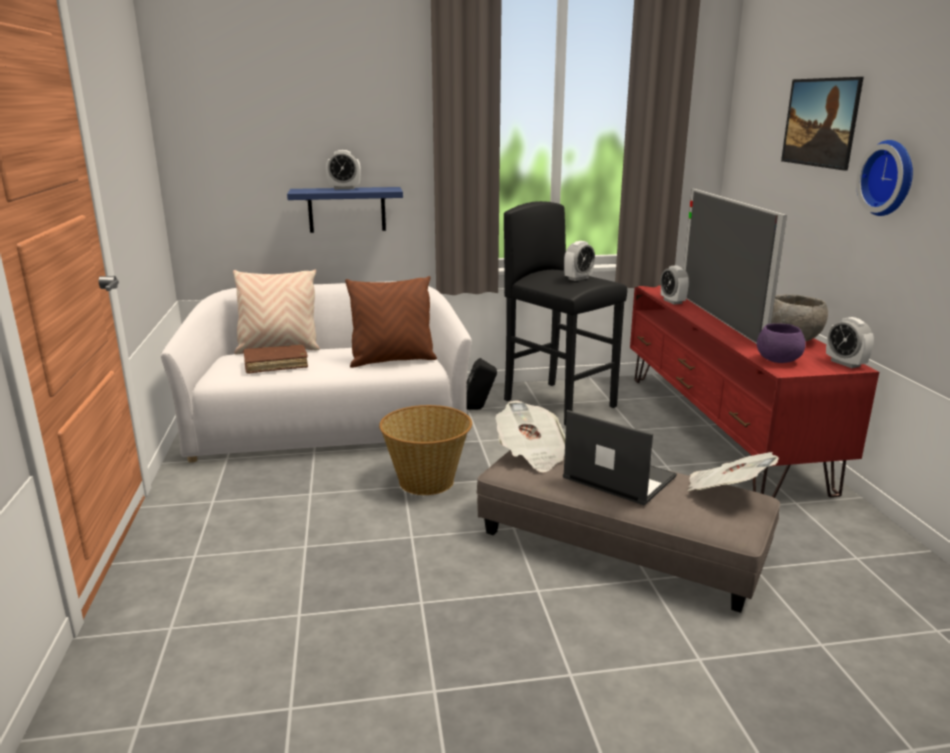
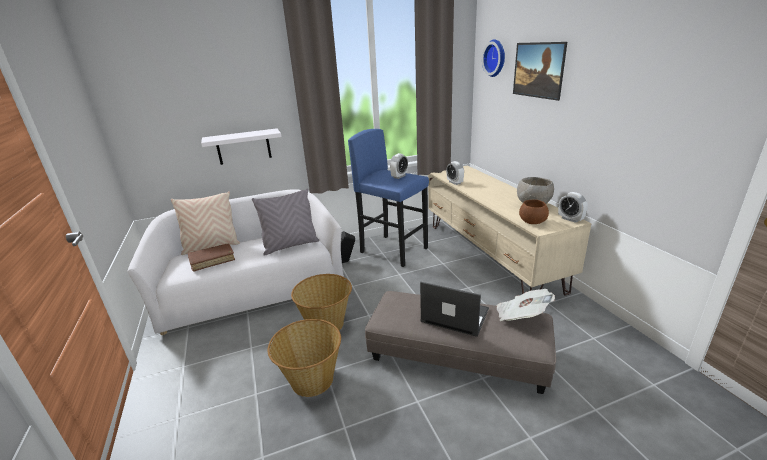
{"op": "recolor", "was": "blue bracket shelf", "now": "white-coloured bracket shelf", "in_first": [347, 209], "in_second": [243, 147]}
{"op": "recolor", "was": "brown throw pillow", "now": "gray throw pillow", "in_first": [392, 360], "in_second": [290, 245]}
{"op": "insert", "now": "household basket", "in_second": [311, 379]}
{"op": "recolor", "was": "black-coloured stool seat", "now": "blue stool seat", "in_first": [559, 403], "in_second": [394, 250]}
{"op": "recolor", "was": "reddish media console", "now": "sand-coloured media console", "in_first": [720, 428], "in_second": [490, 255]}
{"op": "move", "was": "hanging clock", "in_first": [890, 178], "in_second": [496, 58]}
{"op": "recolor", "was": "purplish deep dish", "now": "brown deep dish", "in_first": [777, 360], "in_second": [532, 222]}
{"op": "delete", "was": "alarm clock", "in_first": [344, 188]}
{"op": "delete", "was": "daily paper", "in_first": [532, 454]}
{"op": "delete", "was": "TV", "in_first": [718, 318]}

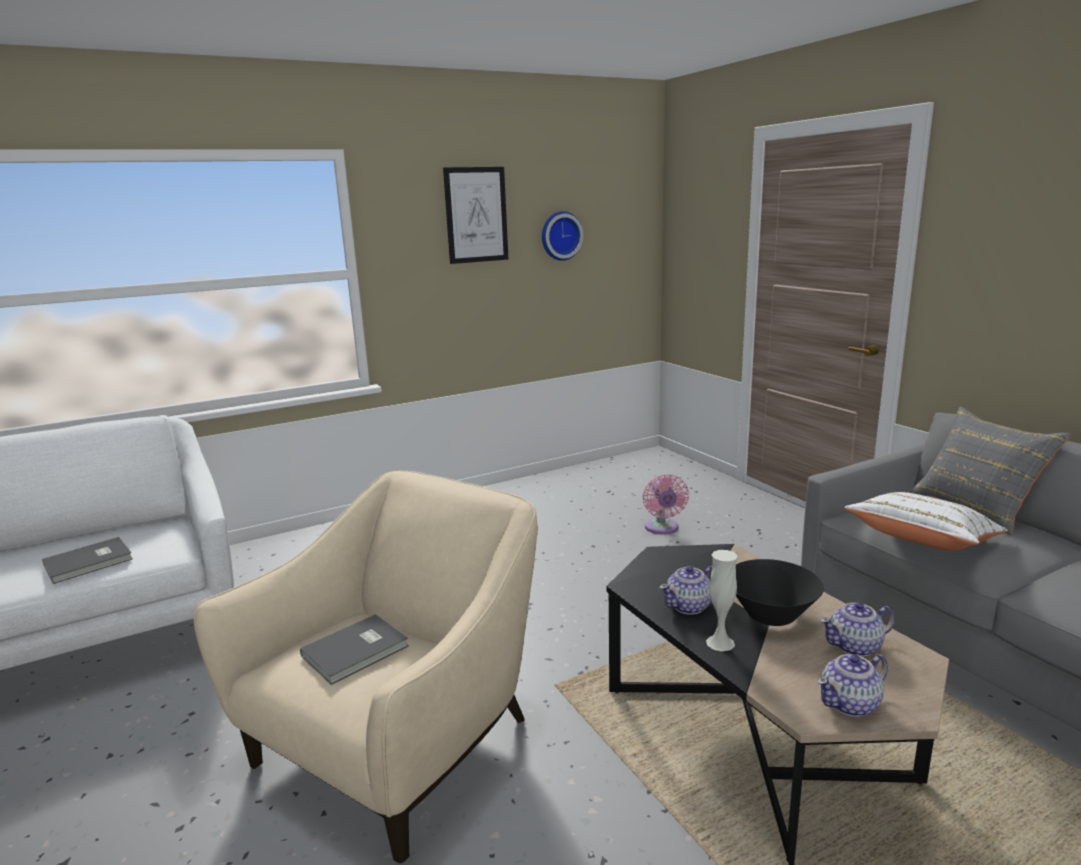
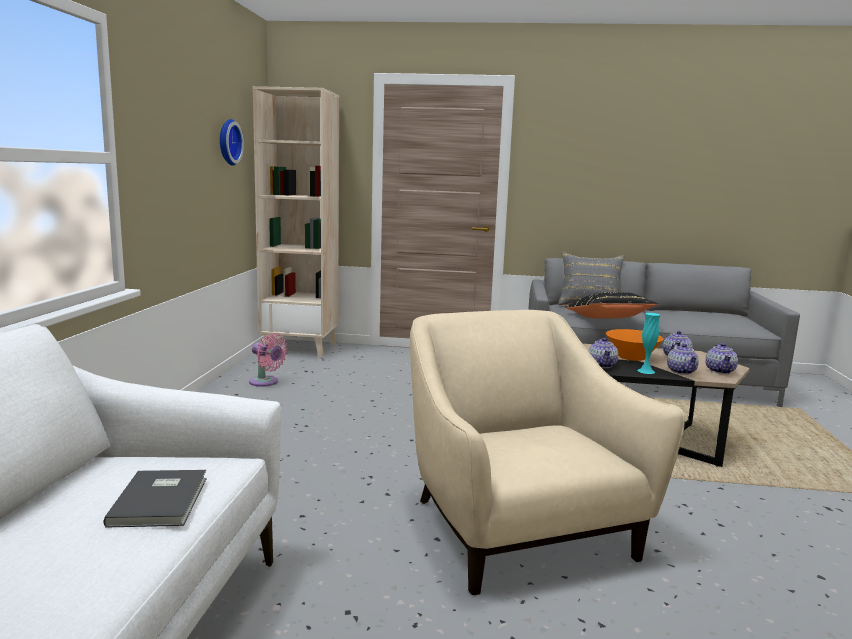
{"op": "move", "was": "pinkish electric fan", "in_first": [662, 528], "in_second": [266, 382]}
{"op": "insert", "now": "sand-coloured shelving unit", "in_second": [300, 348]}
{"op": "recolor", "was": "white-coloured throw pillow", "now": "black-coloured throw pillow", "in_first": [922, 543], "in_second": [608, 320]}
{"op": "recolor", "was": "black-coloured deep dish", "now": "orange deep dish", "in_first": [771, 615], "in_second": [632, 358]}
{"op": "recolor", "was": "white-coloured decorative vase", "now": "blue-green decorative vase", "in_first": [720, 643], "in_second": [646, 371]}
{"op": "insert", "now": "teapot", "in_second": [682, 371]}
{"op": "delete", "was": "gray bound book", "in_first": [357, 651]}
{"op": "delete", "was": "wall picture", "in_first": [476, 215]}

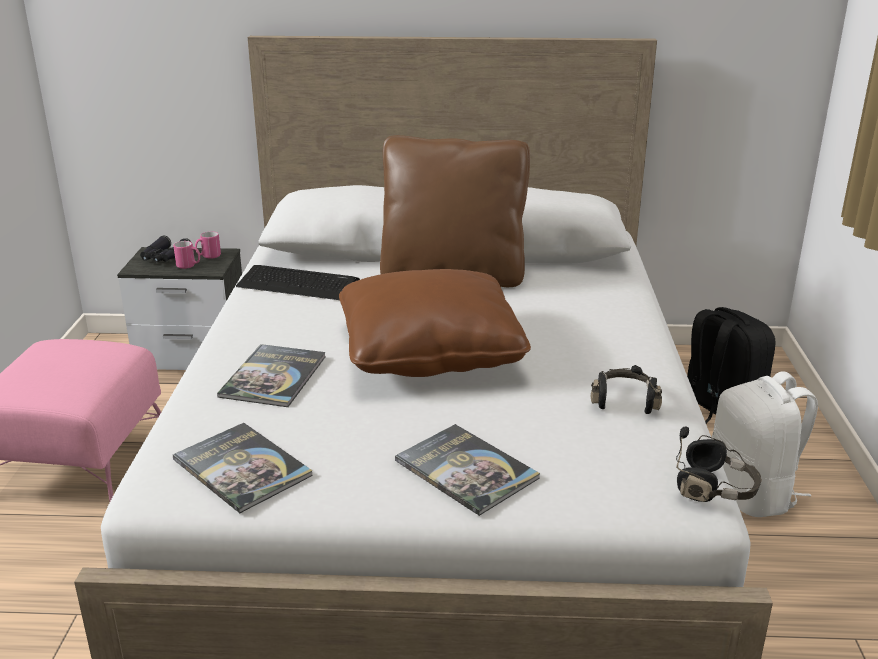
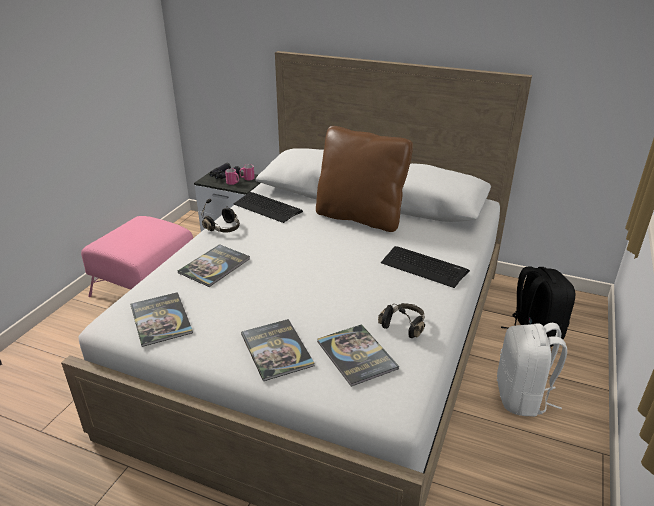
{"op": "move", "was": "black-coloured headset", "in_first": [715, 489], "in_second": [224, 228]}
{"op": "insert", "now": "bound book", "in_second": [356, 355]}
{"op": "insert", "now": "computer keyboard", "in_second": [424, 267]}
{"op": "delete", "was": "brown throw pillow", "in_first": [429, 352]}

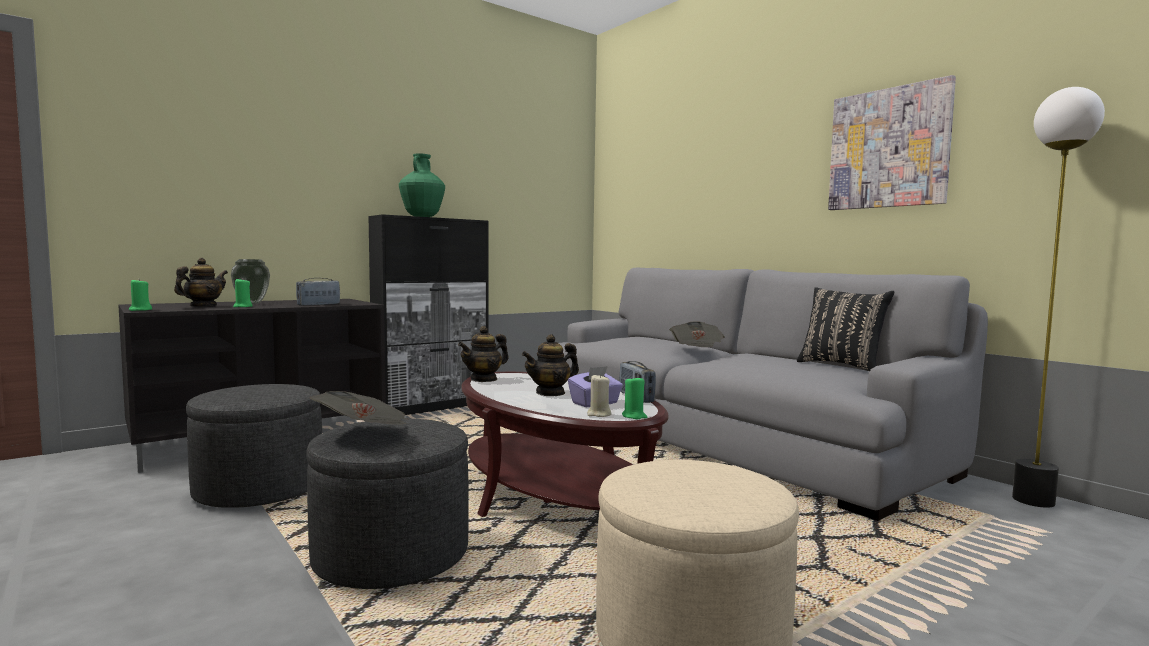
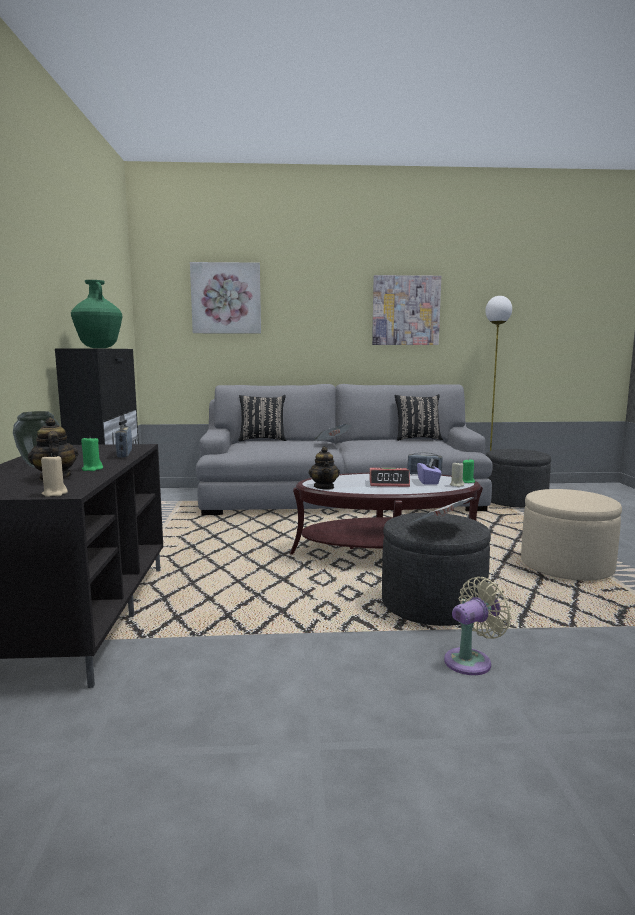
{"op": "recolor", "was": "green-coloured wax light", "now": "sand-coloured wax light", "in_first": [140, 310], "in_second": [55, 493]}
{"op": "insert", "now": "wall picture", "in_second": [226, 298]}
{"op": "insert", "now": "black-coloured throw pillow", "in_second": [262, 439]}
{"op": "replace", "was": "teapot", "now": "alarm clock", "in_first": [550, 393], "in_second": [389, 483]}
{"op": "insert", "now": "sand-coloured electric fan", "in_second": [471, 660]}
{"op": "move", "was": "gray ottoman", "in_first": [259, 488], "in_second": [515, 501]}

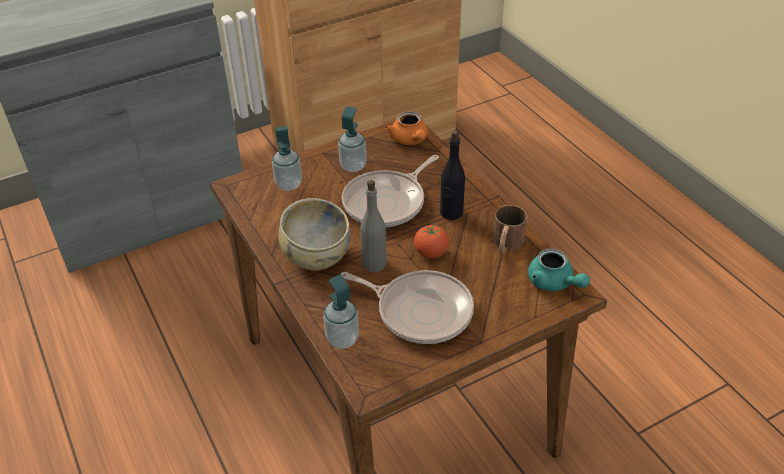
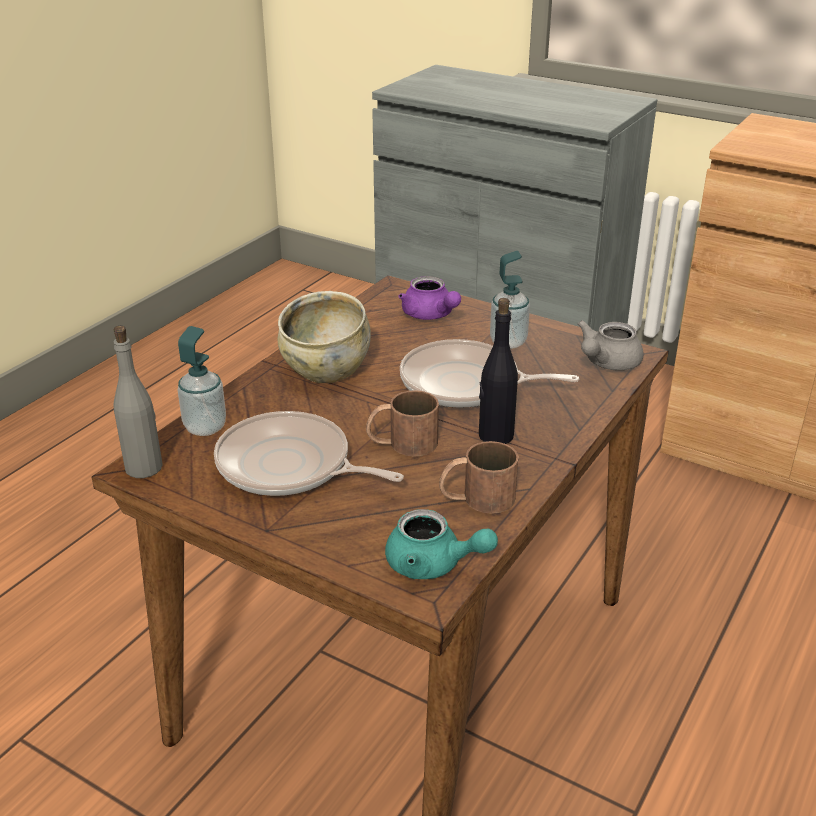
{"op": "move", "was": "gray bottle", "in_first": [374, 263], "in_second": [144, 467]}
{"op": "rotate", "was": "pan", "in_first": [420, 311], "in_second": [289, 466], "clockwise": 120}
{"op": "replace", "was": "tomato", "now": "brown tea mug", "in_first": [431, 253], "in_second": [402, 443]}
{"op": "rotate", "was": "blue-green teapot", "in_first": [554, 283], "in_second": [433, 565], "clockwise": -90}
{"op": "replace", "was": "soap bottle", "now": "purplish teapot", "in_first": [289, 184], "in_second": [430, 315]}
{"op": "recolor", "was": "orange teapot", "now": "gray teapot", "in_first": [410, 140], "in_second": [606, 363]}

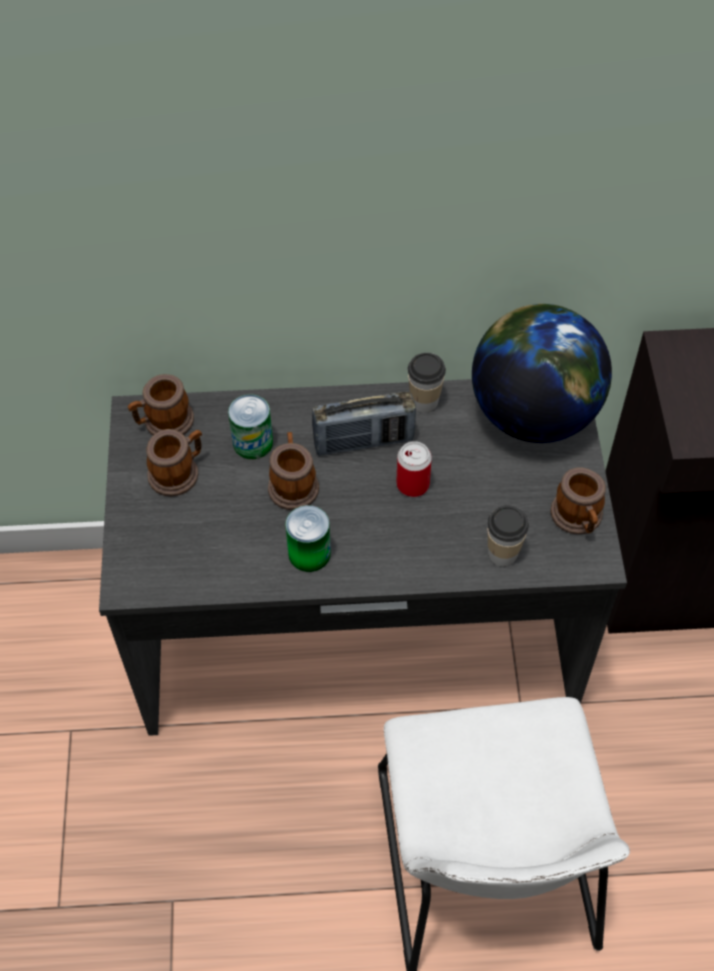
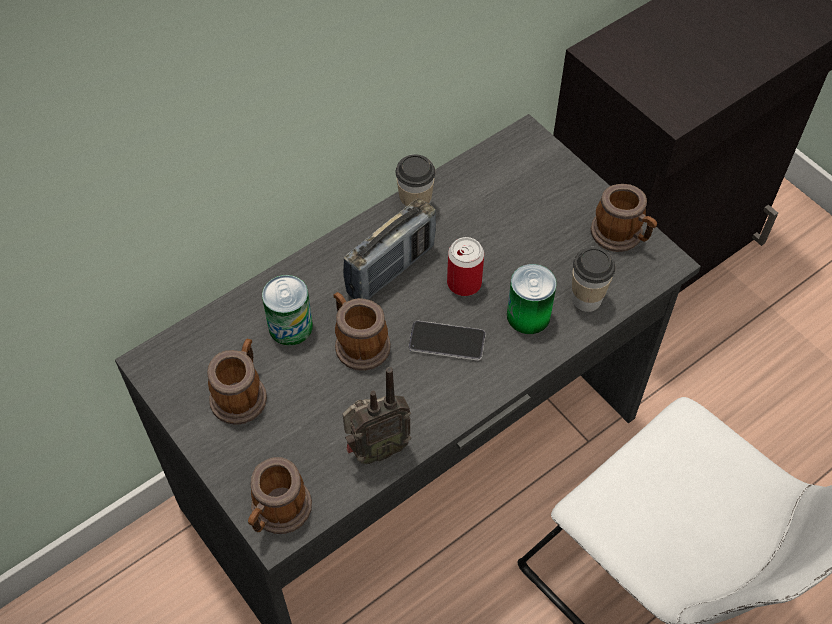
{"op": "move", "was": "tea mug", "in_first": [163, 422], "in_second": [278, 512]}
{"op": "insert", "now": "radio set", "in_second": [376, 449]}
{"op": "insert", "now": "phone", "in_second": [447, 341]}
{"op": "move", "was": "can", "in_first": [309, 553], "in_second": [528, 315]}
{"op": "delete", "was": "desk globe", "in_first": [533, 414]}

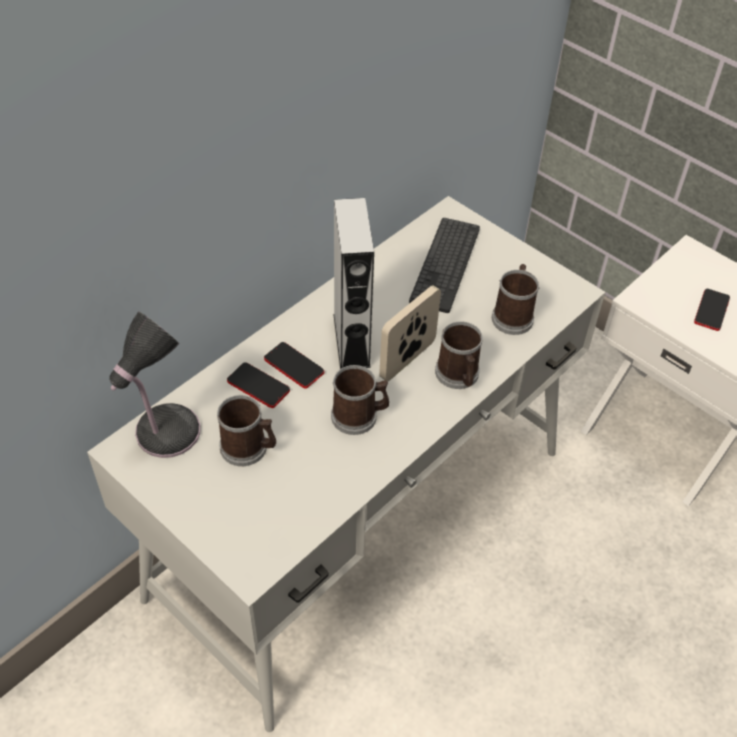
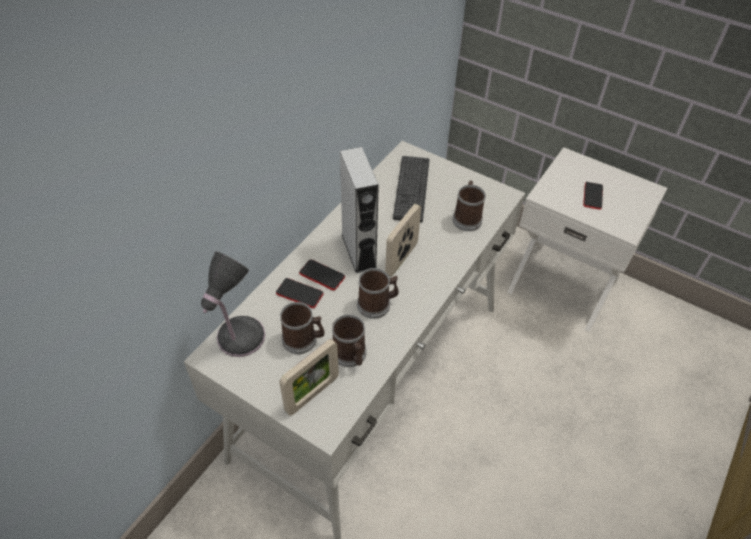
{"op": "insert", "now": "standing frame", "in_second": [312, 394]}
{"op": "move", "was": "tea mug", "in_first": [458, 376], "in_second": [351, 355]}

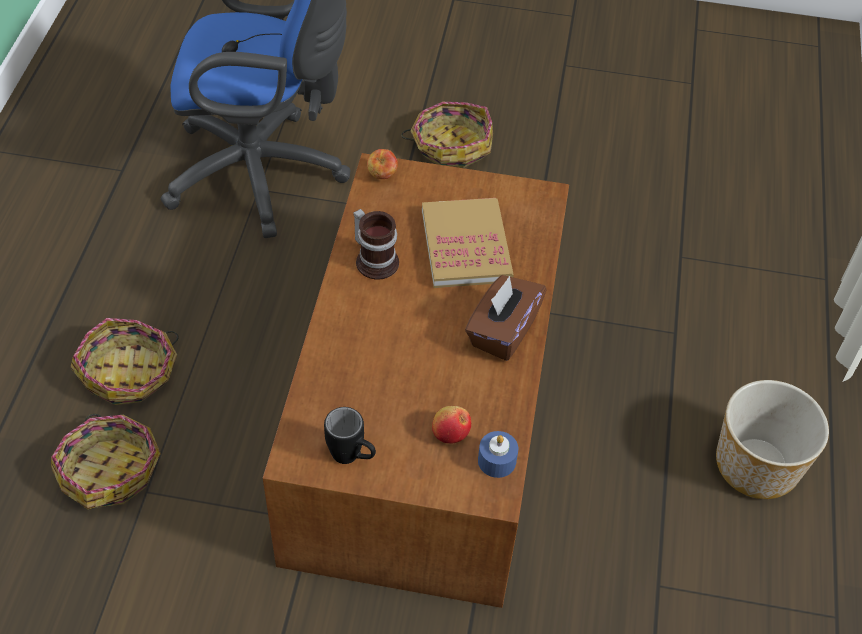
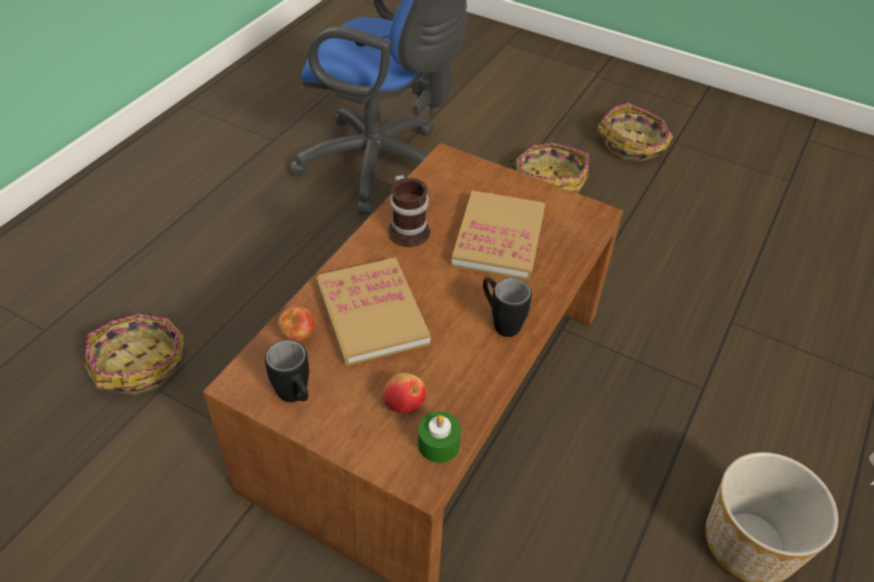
{"op": "move", "was": "apple", "in_first": [382, 175], "in_second": [298, 335]}
{"op": "insert", "now": "bound book", "in_second": [372, 314]}
{"op": "recolor", "was": "blue wax light", "now": "green-coloured wax light", "in_first": [497, 461], "in_second": [438, 444]}
{"op": "replace", "was": "brown tissue holder", "now": "black-coloured tea mug", "in_first": [502, 331], "in_second": [500, 322]}
{"op": "move", "was": "household basket", "in_first": [130, 373], "in_second": [633, 145]}

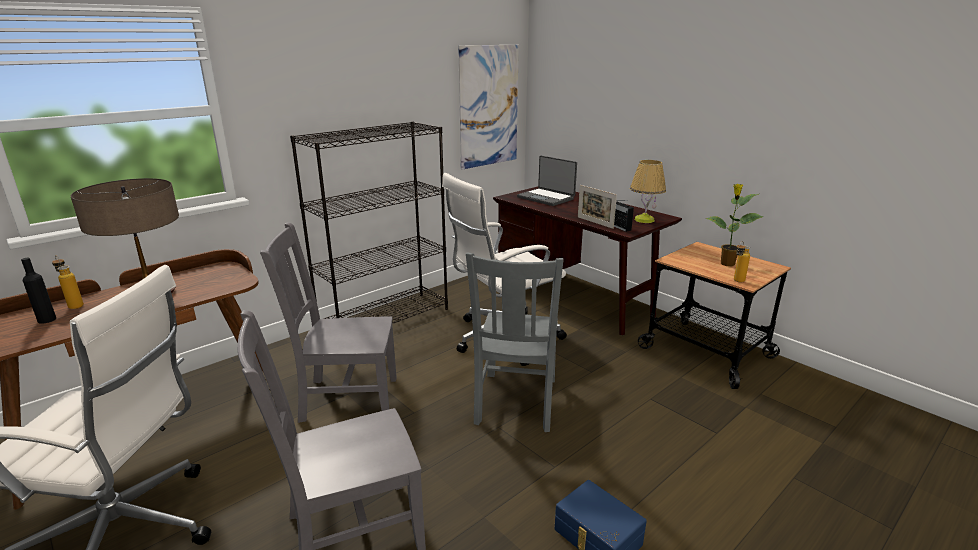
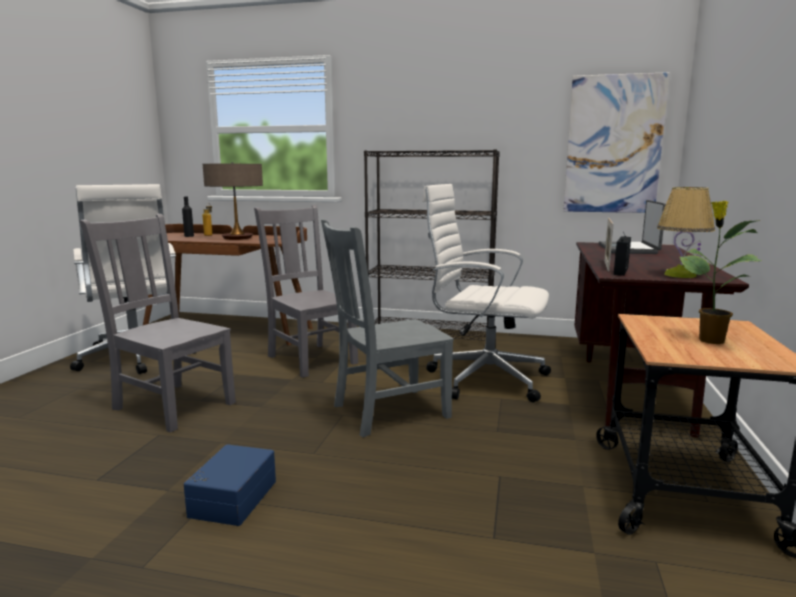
{"op": "delete", "was": "bottle", "in_first": [736, 281]}

